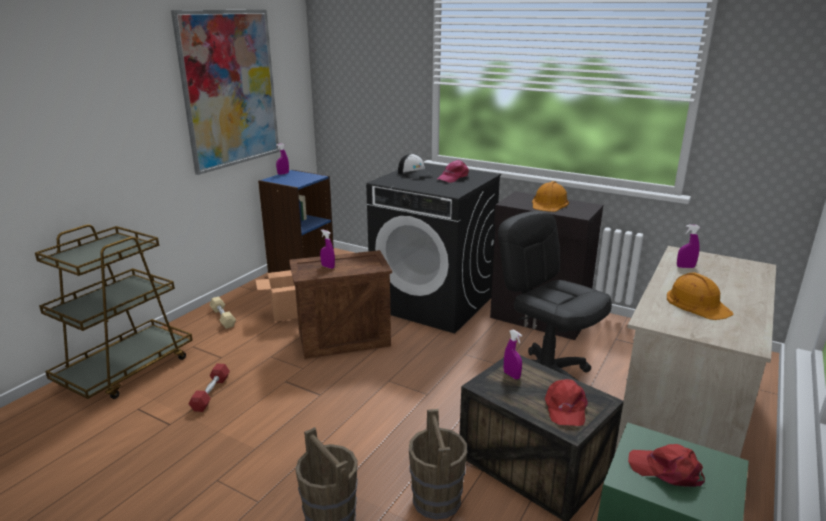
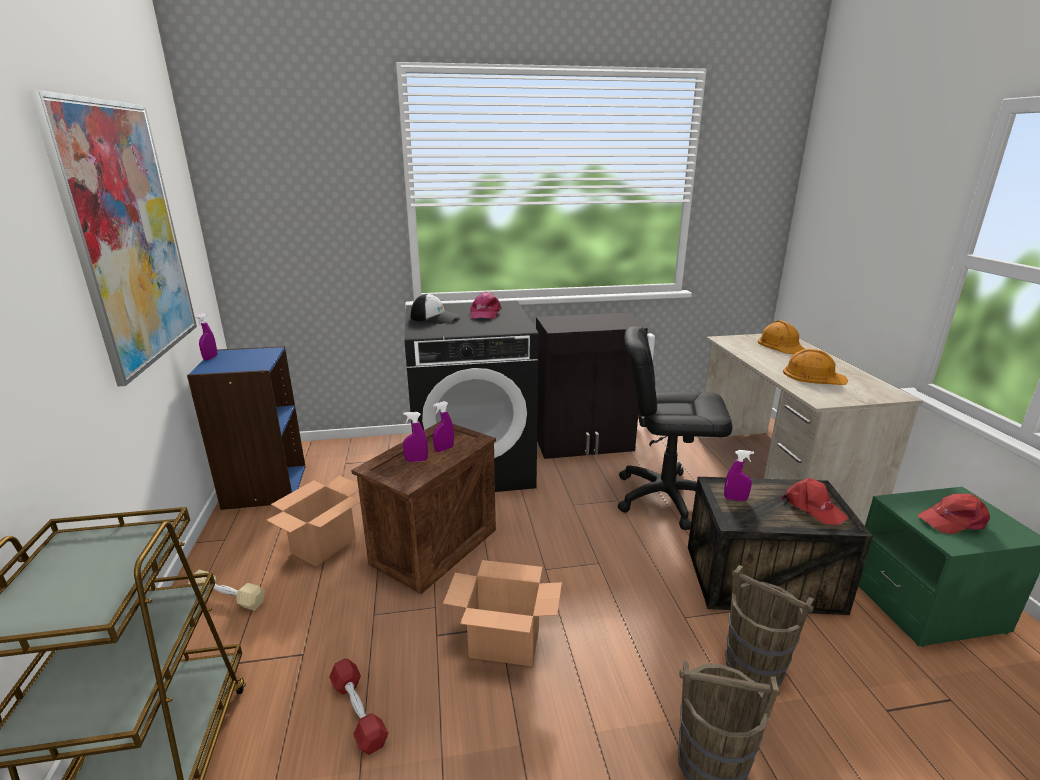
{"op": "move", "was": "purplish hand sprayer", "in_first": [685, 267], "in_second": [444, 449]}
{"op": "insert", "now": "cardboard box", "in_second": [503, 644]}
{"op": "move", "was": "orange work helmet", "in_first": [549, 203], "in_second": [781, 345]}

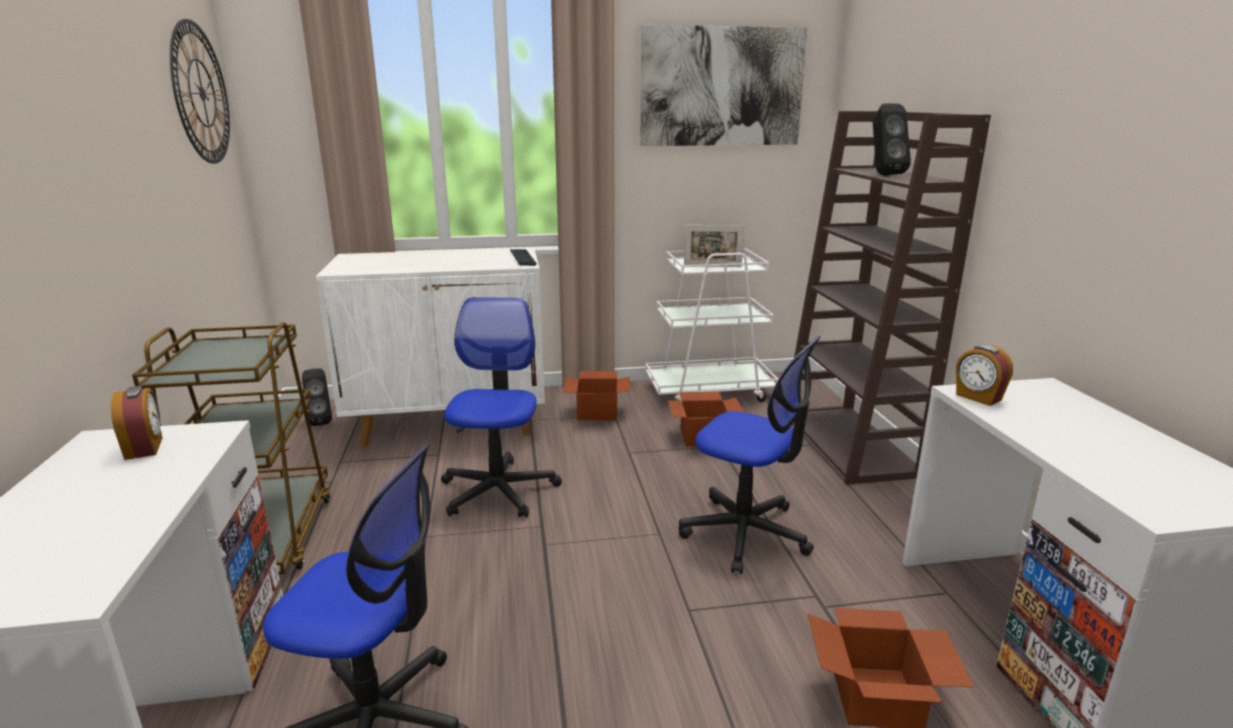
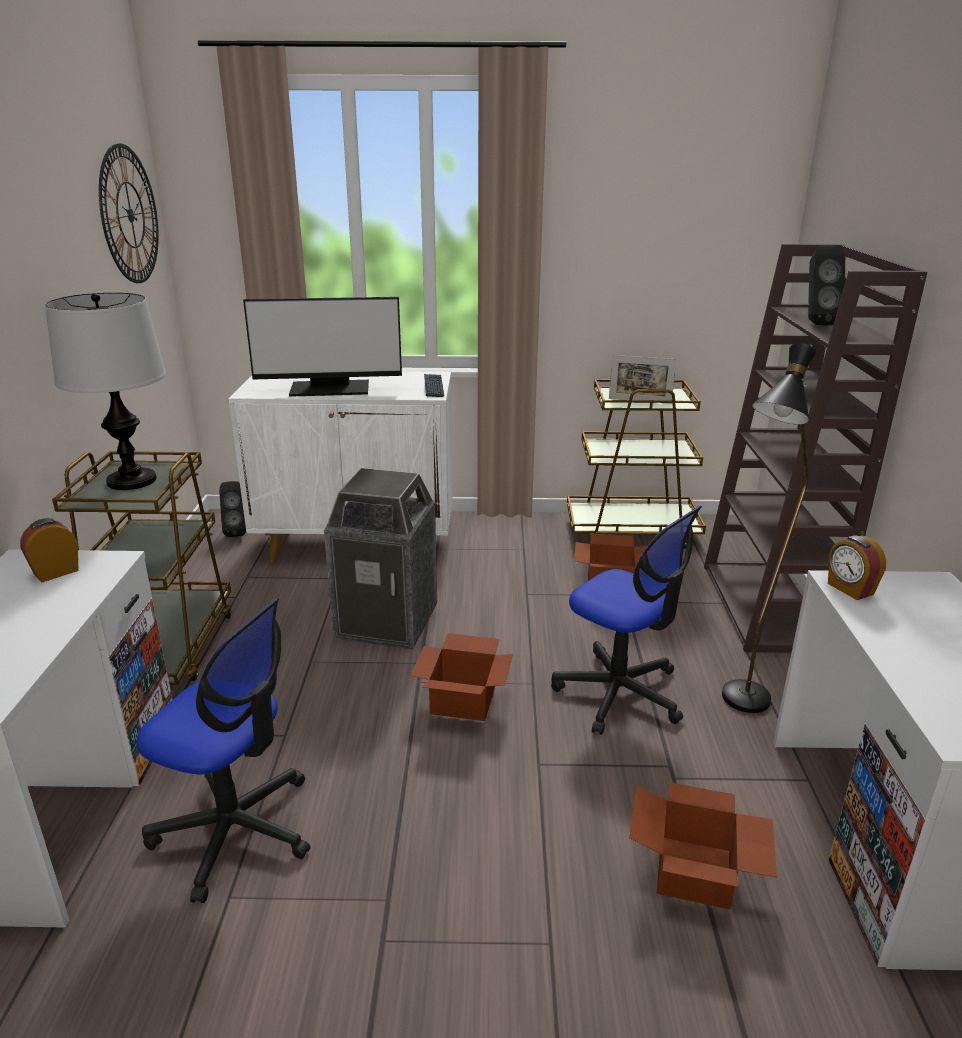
{"op": "rotate", "was": "alarm clock", "in_first": [145, 448], "in_second": [55, 572], "clockwise": -120}
{"op": "insert", "now": "lamp for a table", "in_second": [131, 481]}
{"op": "insert", "now": "computer display", "in_second": [330, 389]}
{"op": "replace", "was": "computer chair", "now": "rubbish bin", "in_first": [498, 491], "in_second": [388, 622]}
{"op": "move", "was": "cardboard box", "in_first": [598, 411], "in_second": [464, 699]}
{"op": "recolor", "was": "white-coloured trolley", "now": "brown trolley", "in_first": [709, 391], "in_second": [632, 531]}
{"op": "insert", "now": "black-coloured floor lamp", "in_second": [740, 707]}
{"op": "delete", "was": "wall picture", "in_first": [722, 87]}

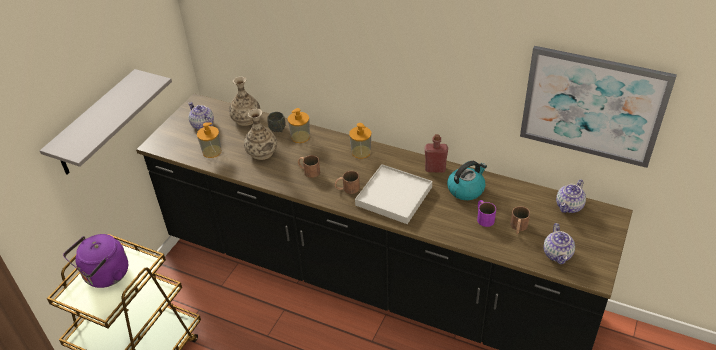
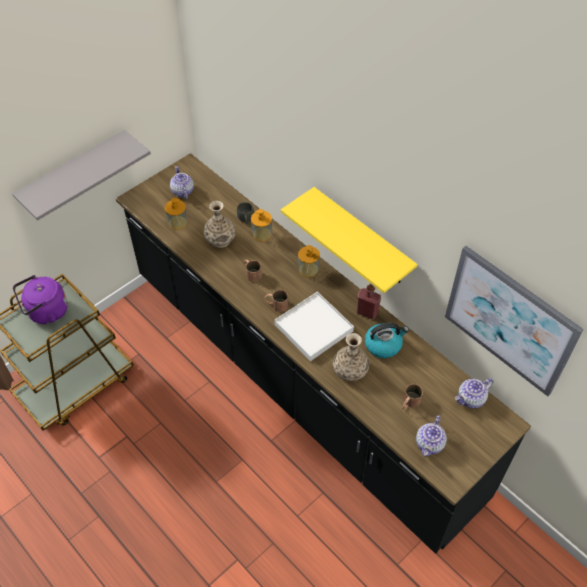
{"op": "insert", "now": "yellow-coloured bracket shelf", "in_second": [362, 238]}
{"op": "move", "was": "decorative vase", "in_first": [246, 119], "in_second": [350, 370]}
{"op": "delete", "was": "purplish tea mug", "in_first": [483, 217]}

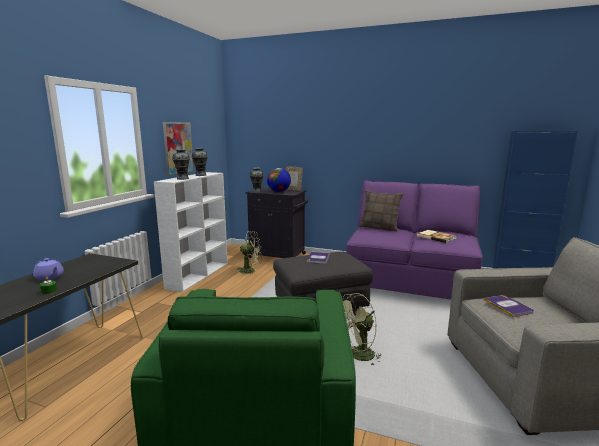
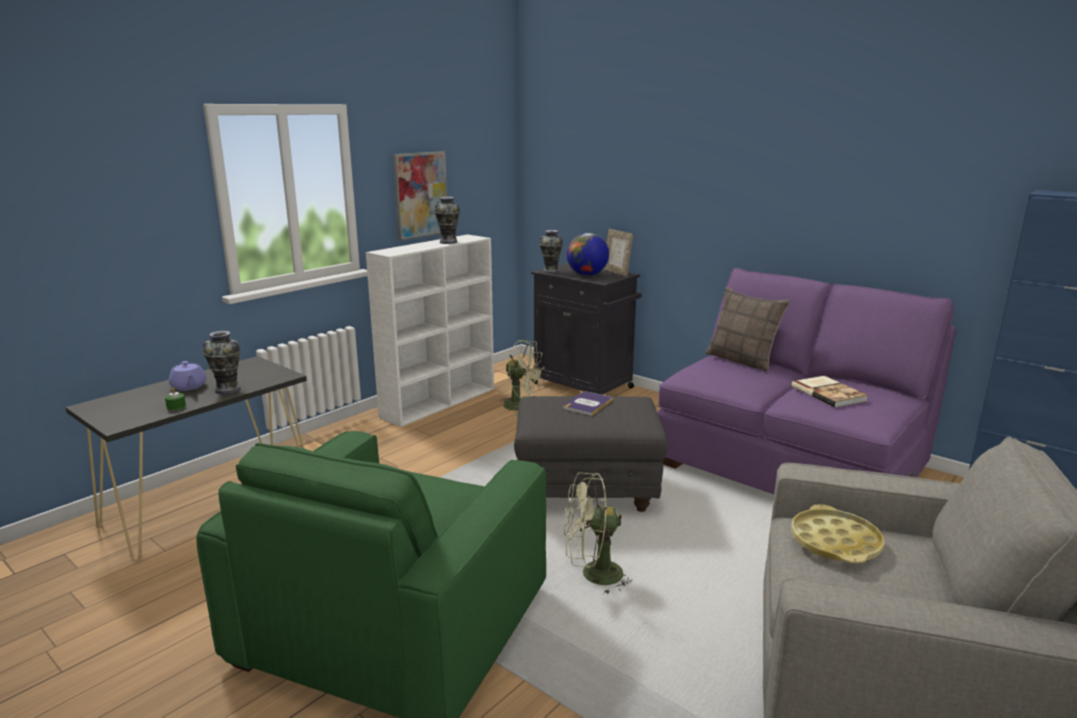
{"op": "move", "was": "decorative vase", "in_first": [182, 178], "in_second": [227, 390]}
{"op": "replace", "was": "bound book", "now": "yellow-coloured carrying tray", "in_first": [508, 306], "in_second": [835, 542]}

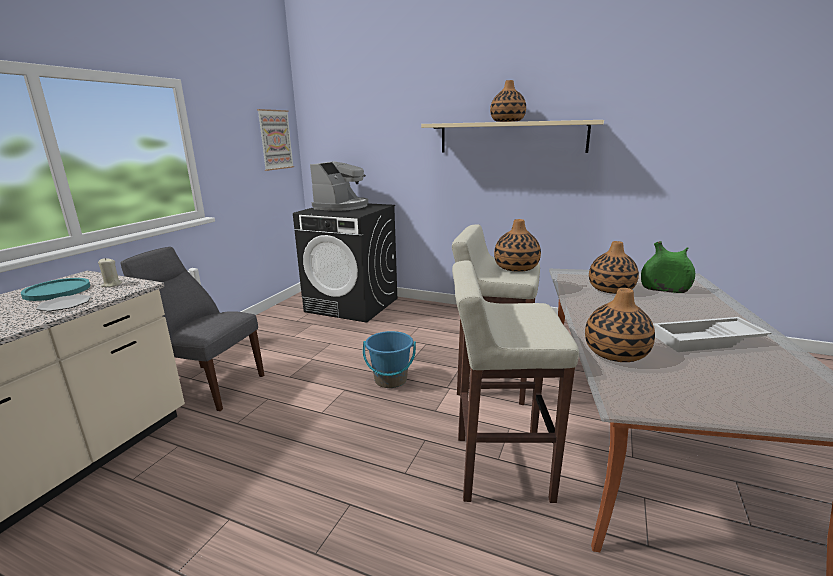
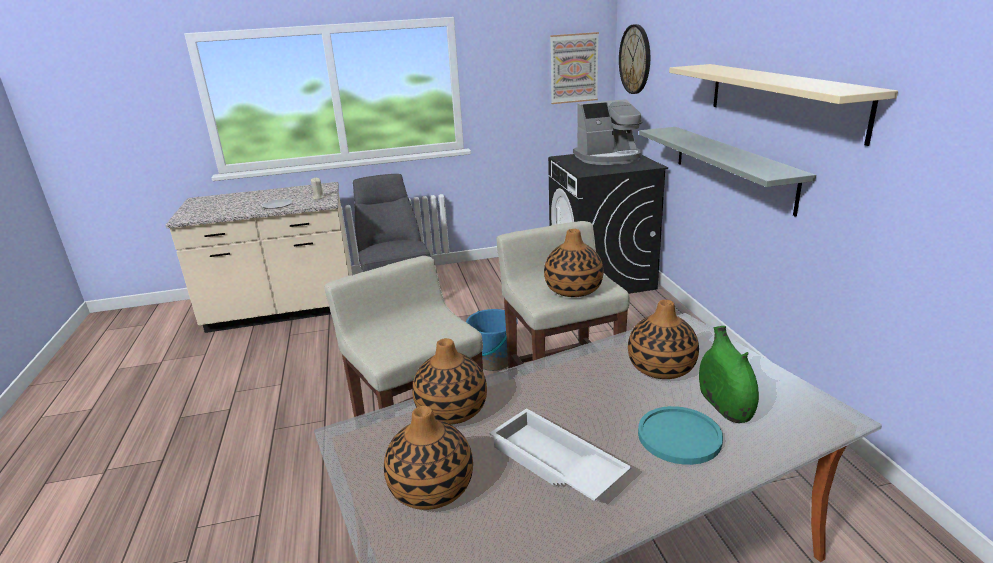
{"op": "move", "was": "decorative vase", "in_first": [507, 121], "in_second": [431, 488]}
{"op": "insert", "now": "hanging clock", "in_second": [635, 59]}
{"op": "move", "was": "blue-green flat dish", "in_first": [57, 291], "in_second": [679, 436]}
{"op": "insert", "now": "gray bracket shelf", "in_second": [731, 166]}

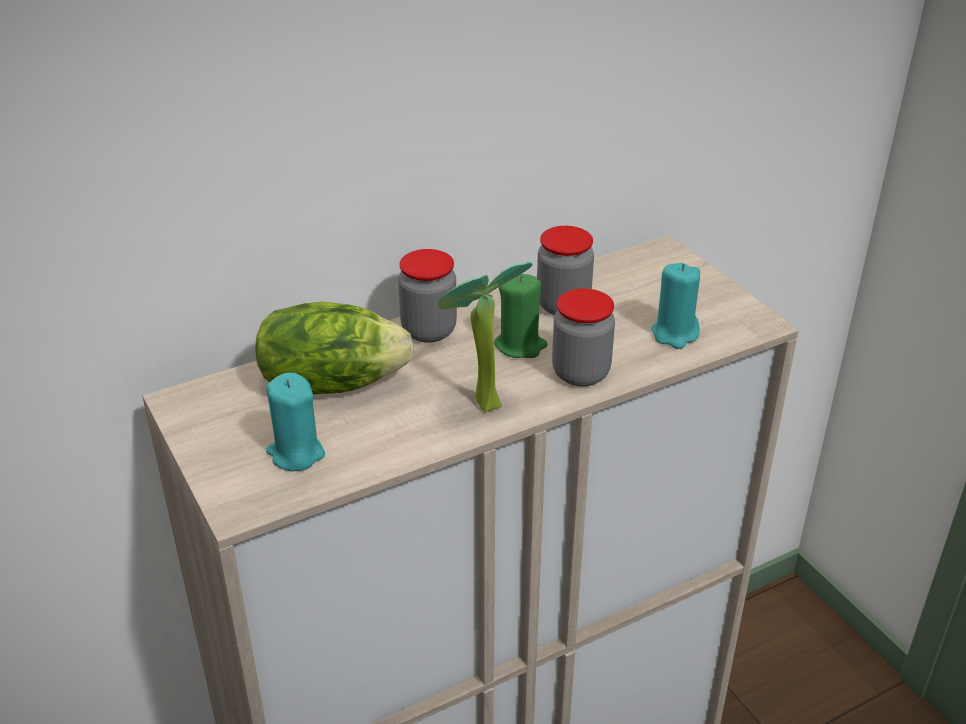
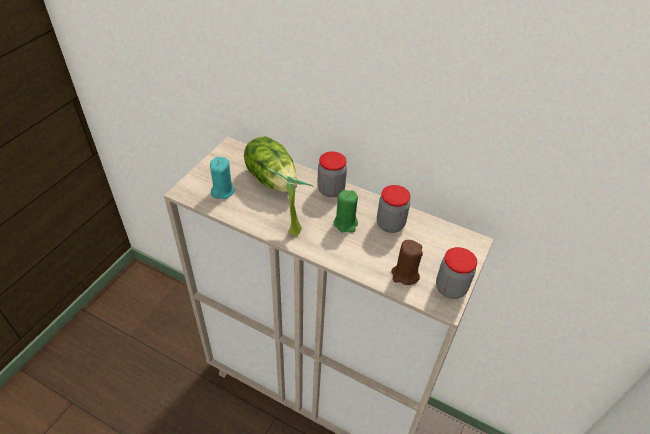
{"op": "recolor", "was": "blue-green wax light", "now": "brown wax light", "in_first": [675, 334], "in_second": [405, 275]}
{"op": "move", "was": "preserve jar", "in_first": [581, 373], "in_second": [450, 288]}

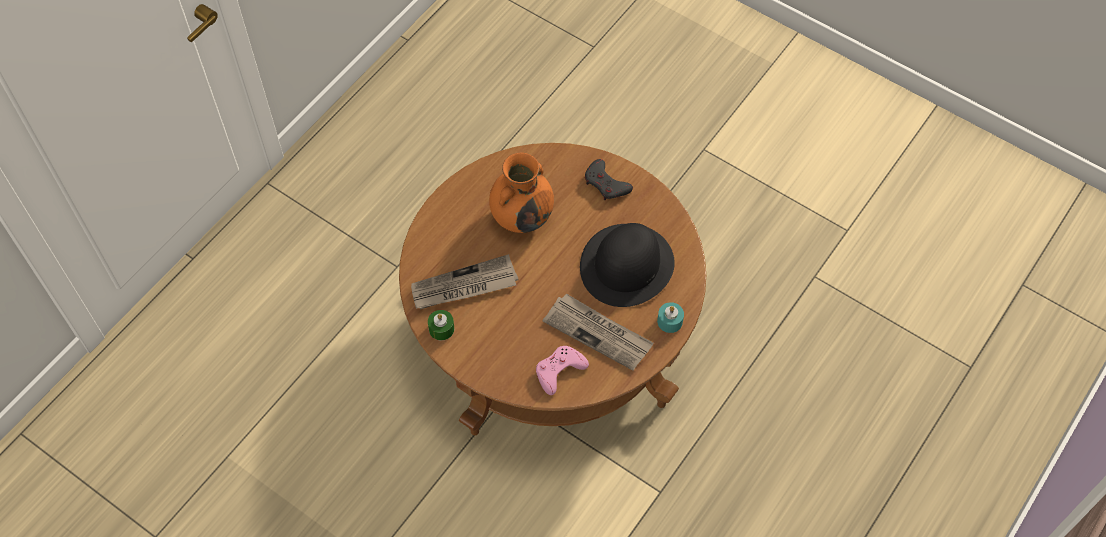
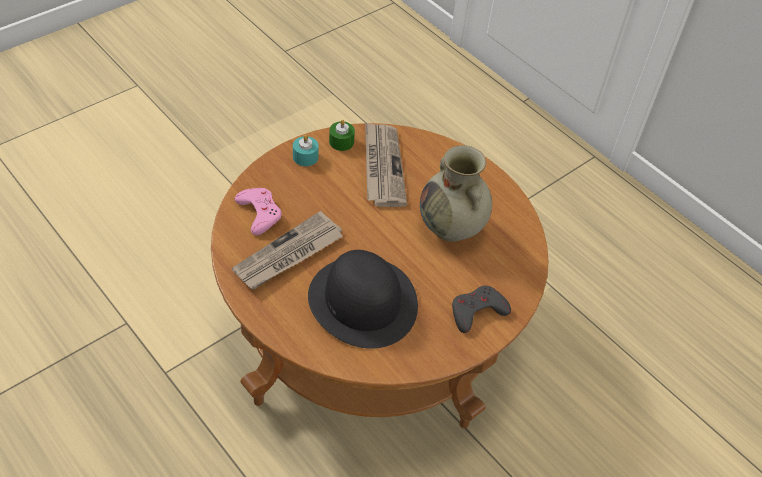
{"op": "move", "was": "blue-green wax light", "in_first": [670, 321], "in_second": [305, 157]}
{"op": "recolor", "was": "orange decorative vase", "now": "sand-coloured decorative vase", "in_first": [522, 217], "in_second": [451, 228]}

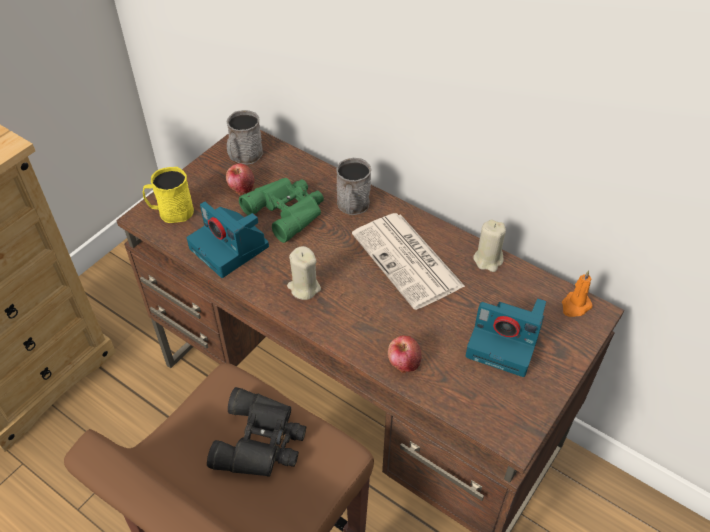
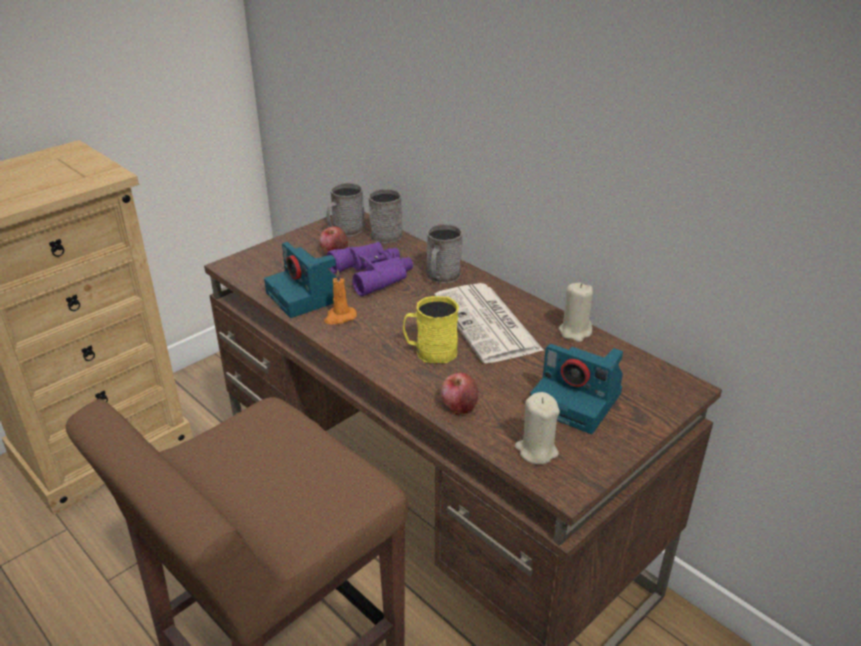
{"op": "move", "was": "orange wax light", "in_first": [575, 306], "in_second": [339, 317]}
{"op": "recolor", "was": "green-coloured pair of binoculars", "now": "purplish pair of binoculars", "in_first": [288, 210], "in_second": [374, 273]}
{"op": "insert", "now": "gray tea mug", "in_second": [388, 233]}
{"op": "move", "was": "yellow-coloured tea mug", "in_first": [171, 212], "in_second": [430, 351]}
{"op": "move", "was": "sand-coloured wax light", "in_first": [304, 287], "in_second": [536, 450]}
{"op": "delete", "was": "black-coloured pair of binoculars", "in_first": [262, 441]}

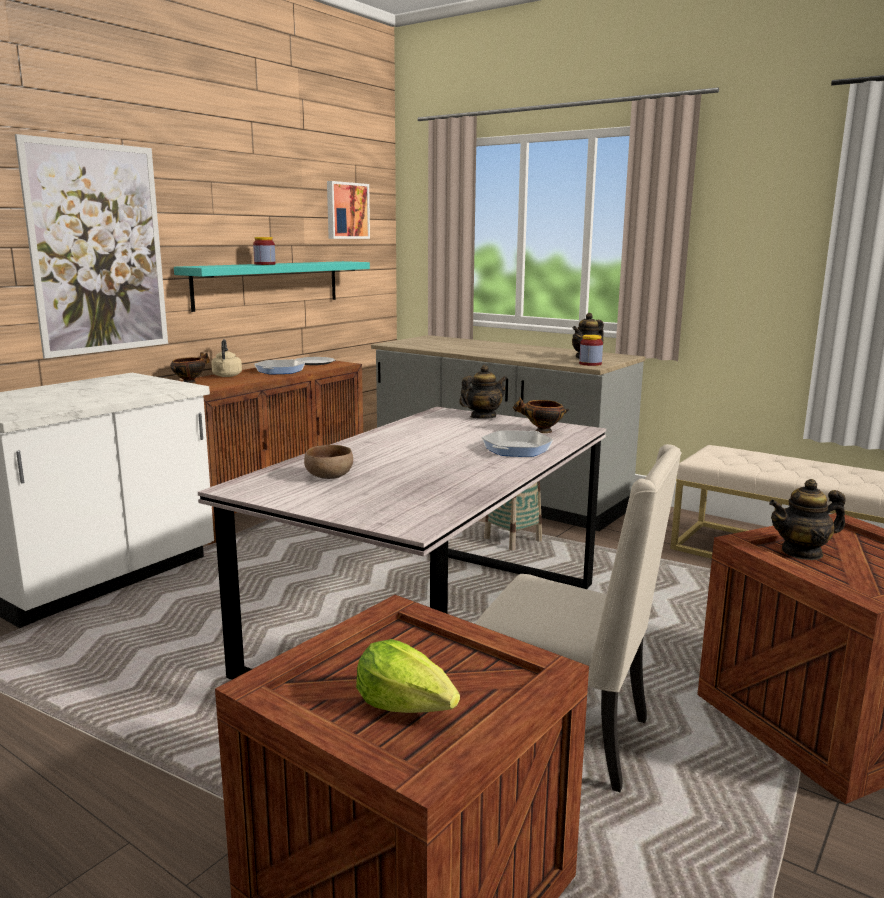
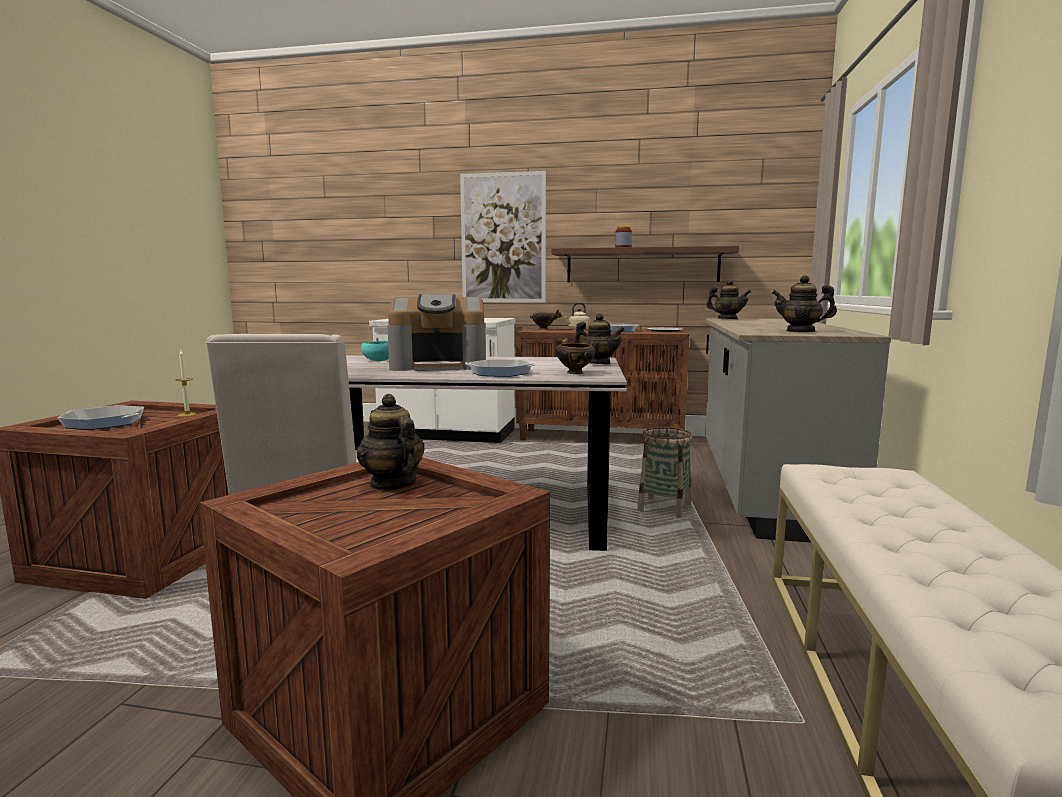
{"op": "replace", "was": "head of lettuce", "now": "pan", "in_first": [406, 705], "in_second": [104, 423]}
{"op": "insert", "now": "wax light", "in_second": [187, 414]}
{"op": "recolor", "was": "brown deep dish", "now": "blue-green deep dish", "in_first": [329, 477], "in_second": [378, 361]}
{"op": "insert", "now": "coffee machine", "in_second": [439, 366]}
{"op": "recolor", "was": "blue-green bracket shelf", "now": "brown bracket shelf", "in_first": [268, 284], "in_second": [642, 265]}
{"op": "insert", "now": "teapot", "in_second": [727, 319]}
{"op": "delete", "was": "wall picture", "in_first": [346, 211]}
{"op": "delete", "was": "preserve jar", "in_first": [590, 364]}

